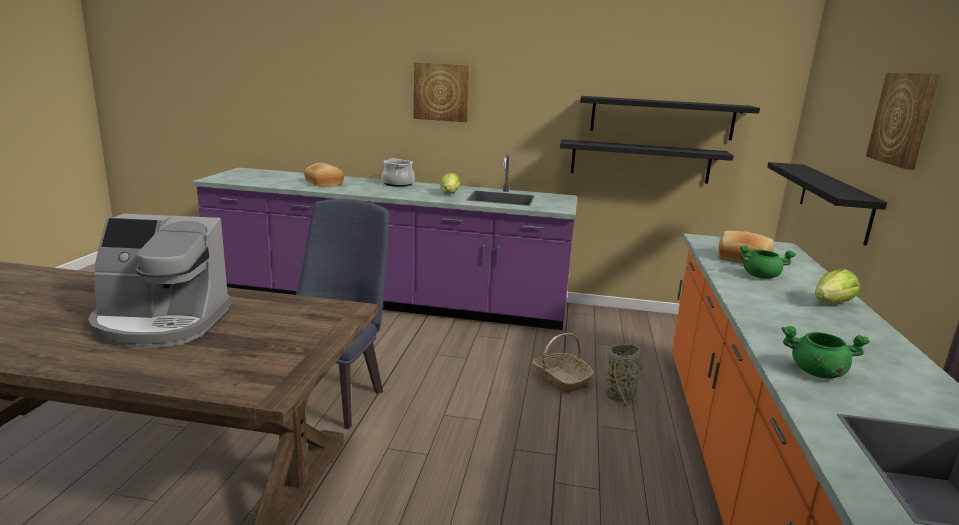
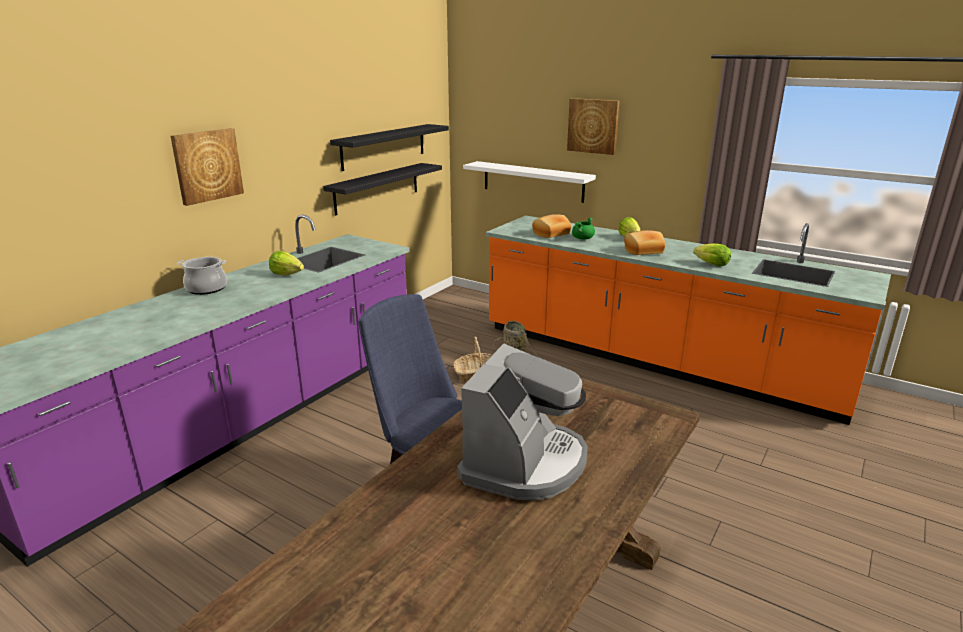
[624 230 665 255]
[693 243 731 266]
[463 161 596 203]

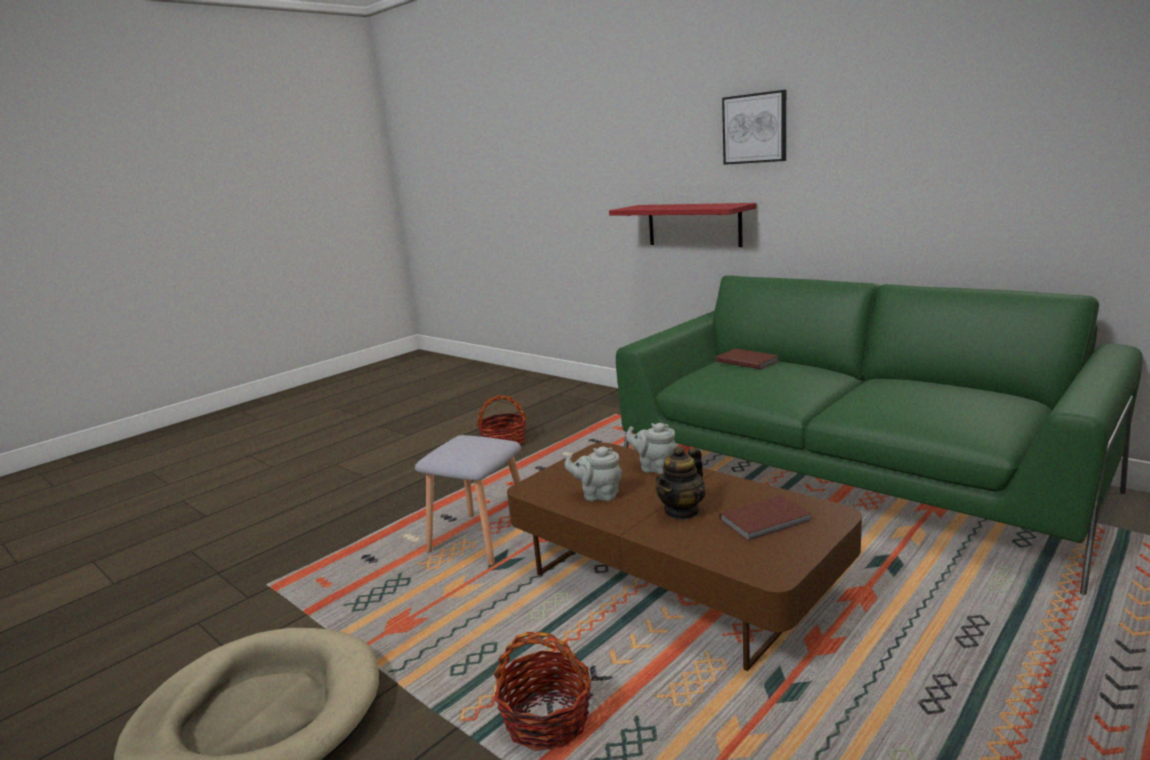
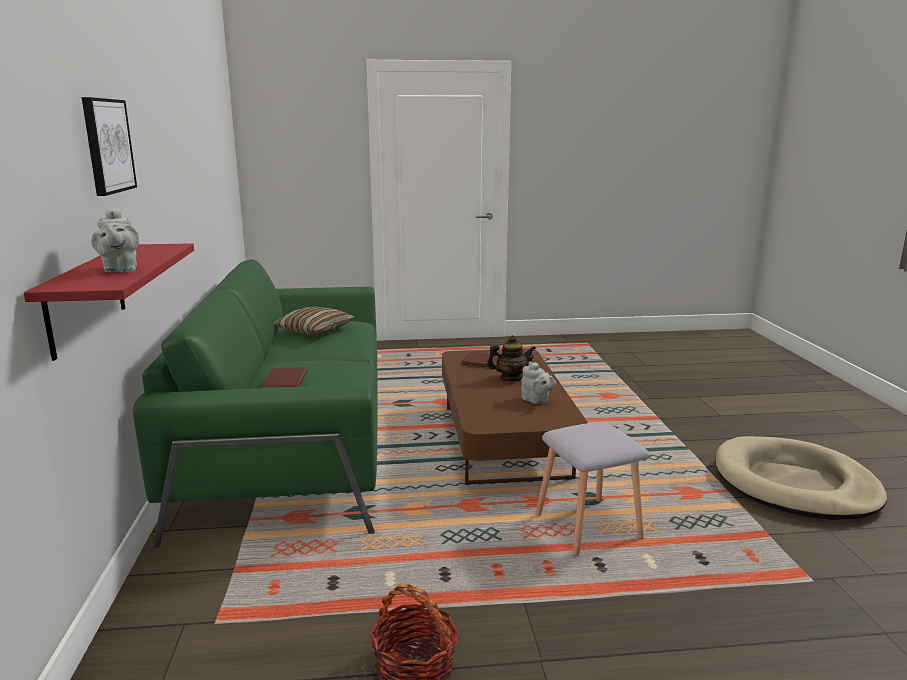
[494 632 591 751] (first image)
[274 307 356 335]
[91 208 139 272]

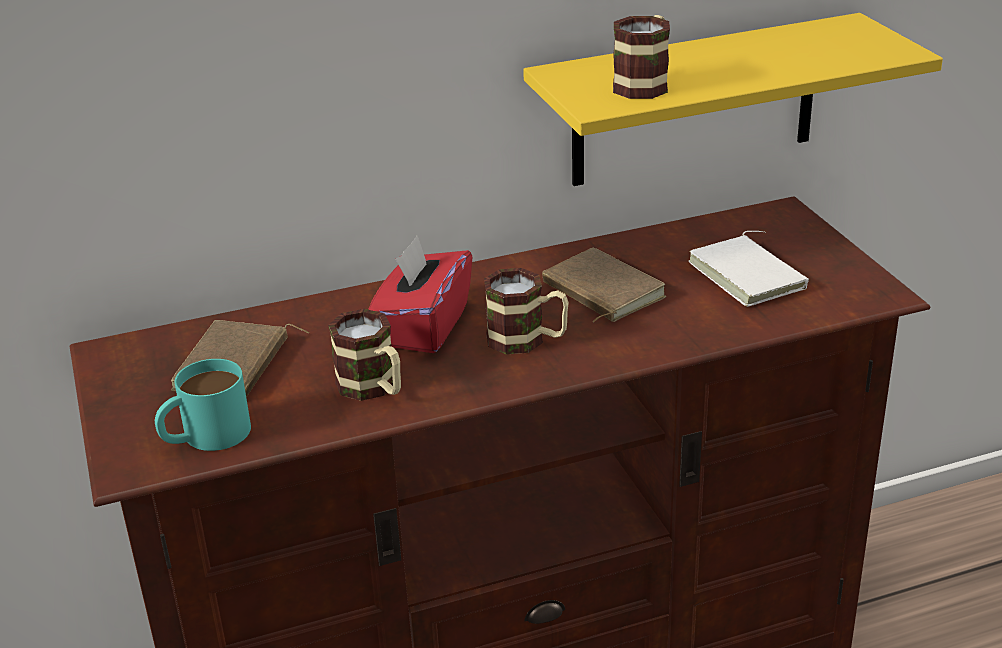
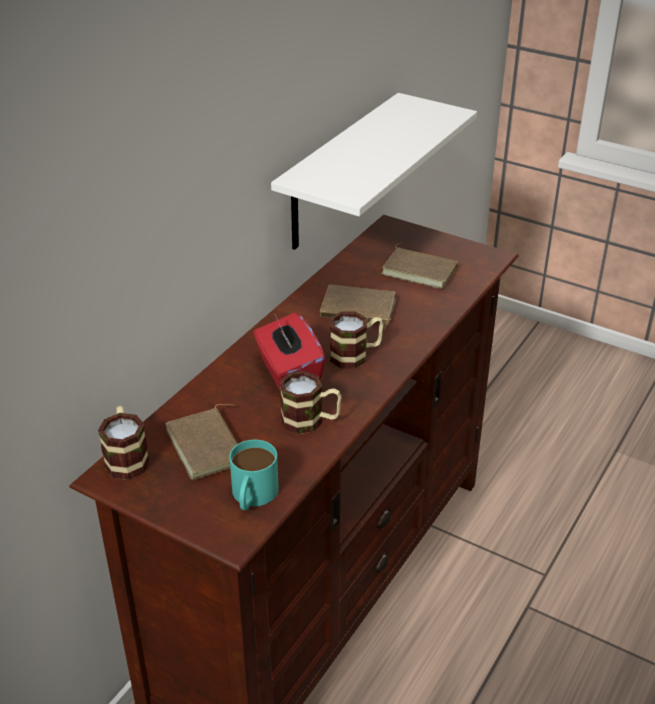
[98 406 150 480]
[271 93 477 250]
[381 242 458 289]

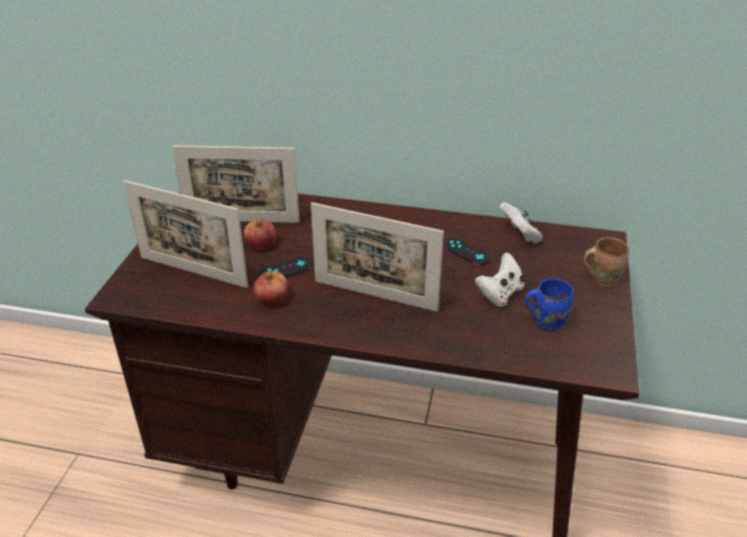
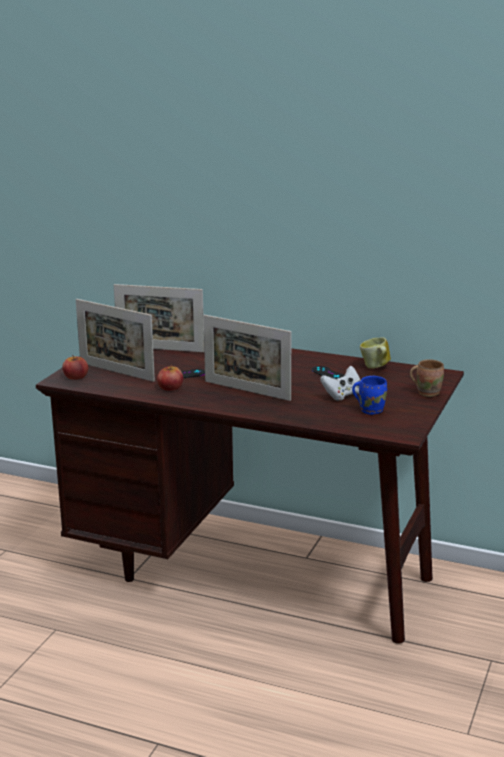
[62 355 88 380]
[360 337 391 369]

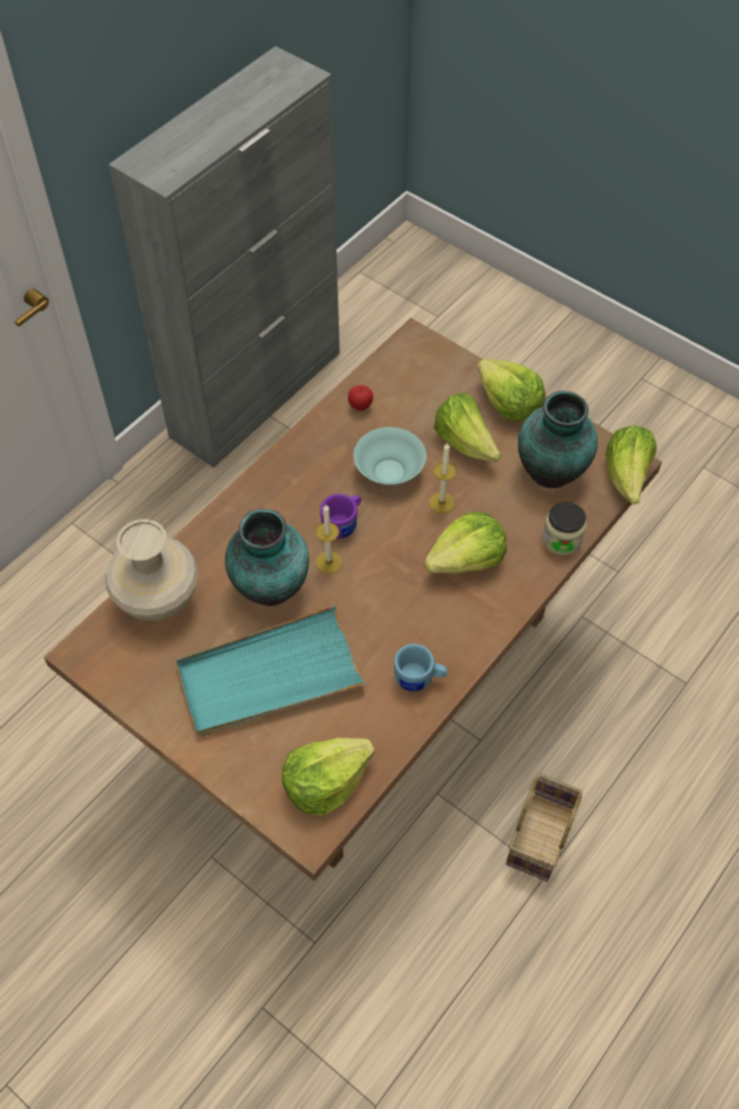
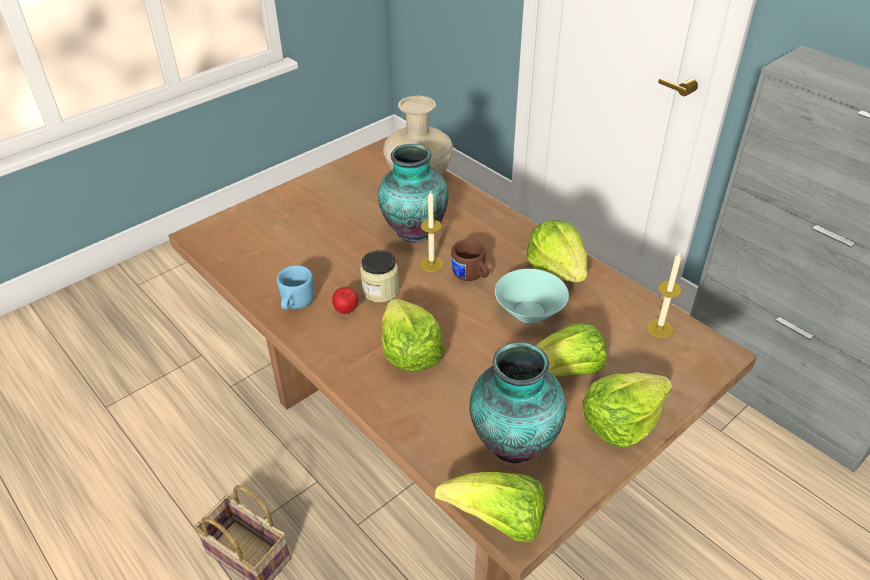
[176 605 366 737] (first image)
[526 220 587 283]
[332 287 359 314]
[647 252 682 338]
[360 250 399 303]
[451 239 489 281]

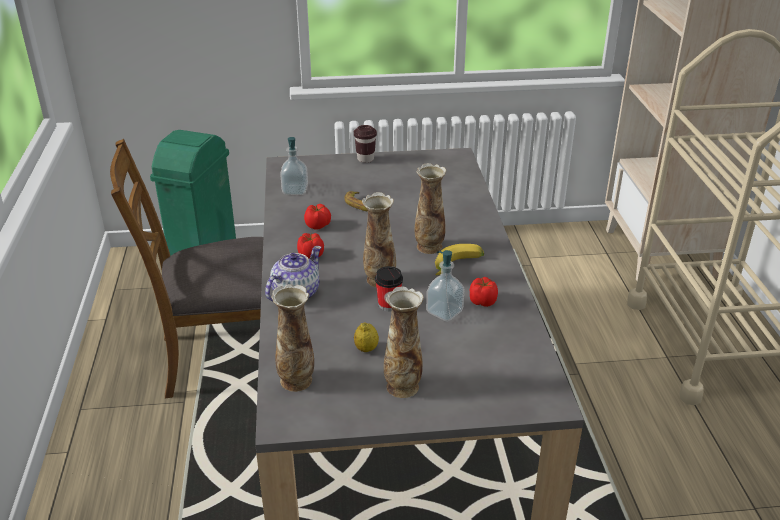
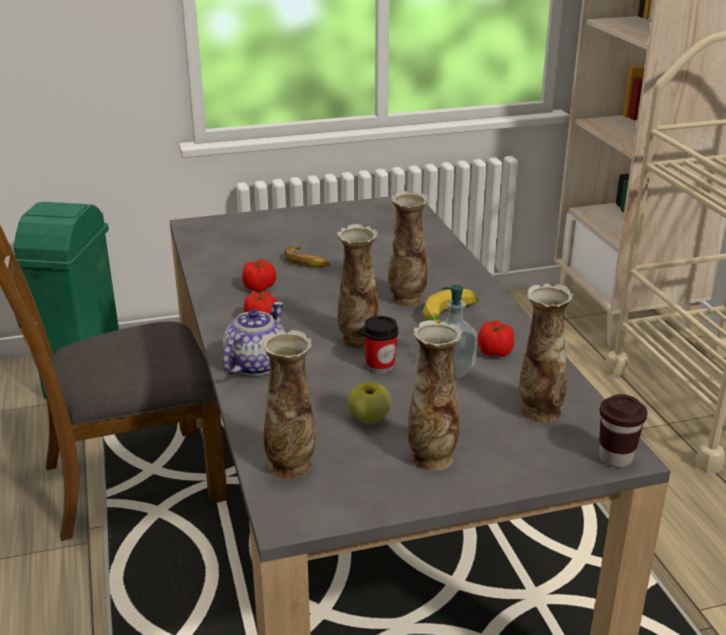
[280 137 308 195] (first image)
[519 283 574 423]
[599 394 647 468]
[348 382 391 424]

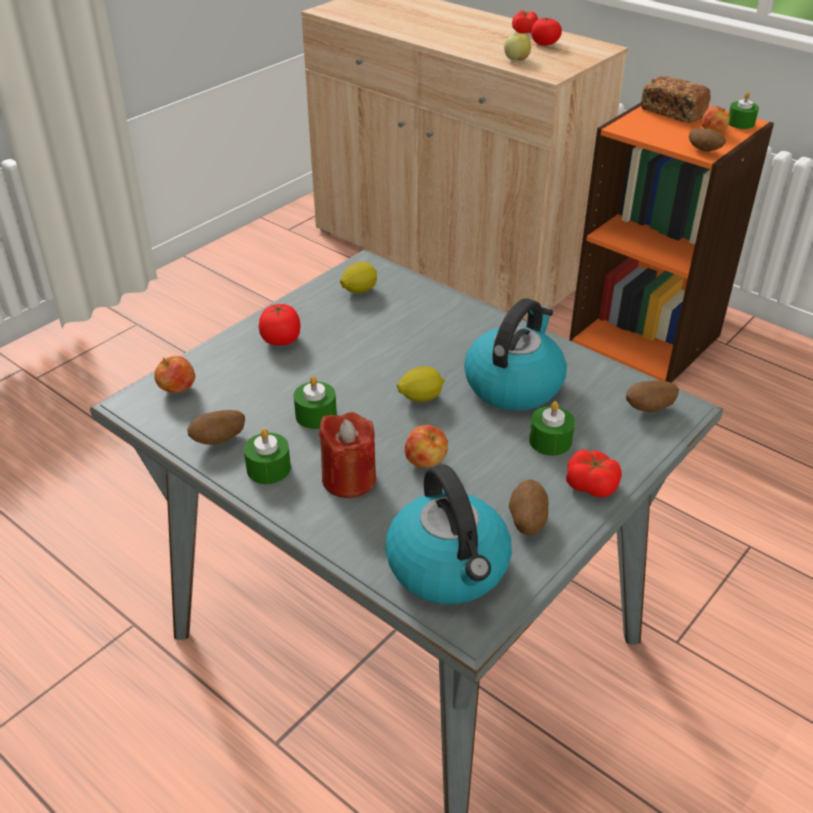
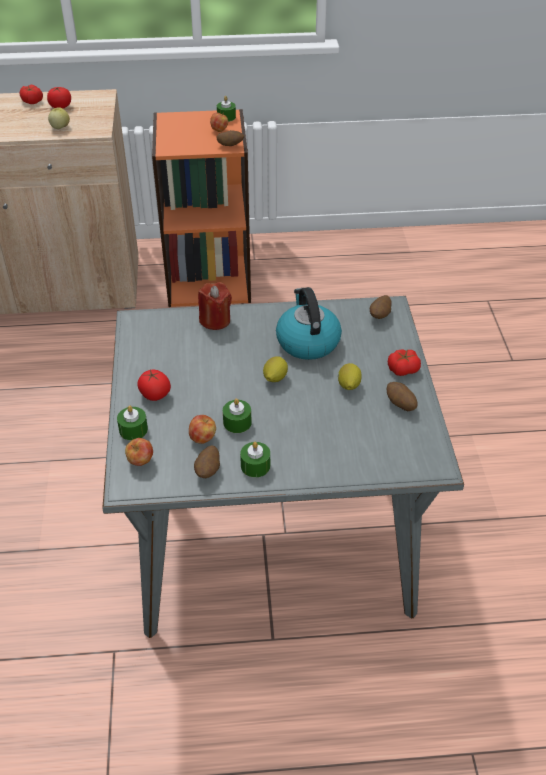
[385 464 512 604] (first image)
[641 76 711 123] (first image)
[198 282 232 330]
[338 363 361 390]
[189 415 216 444]
[117 406 148 440]

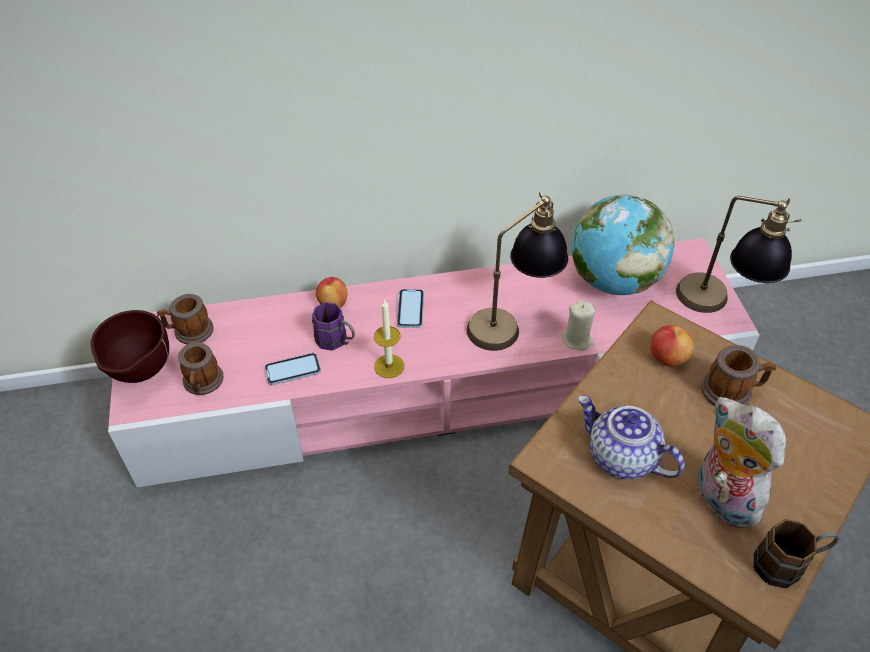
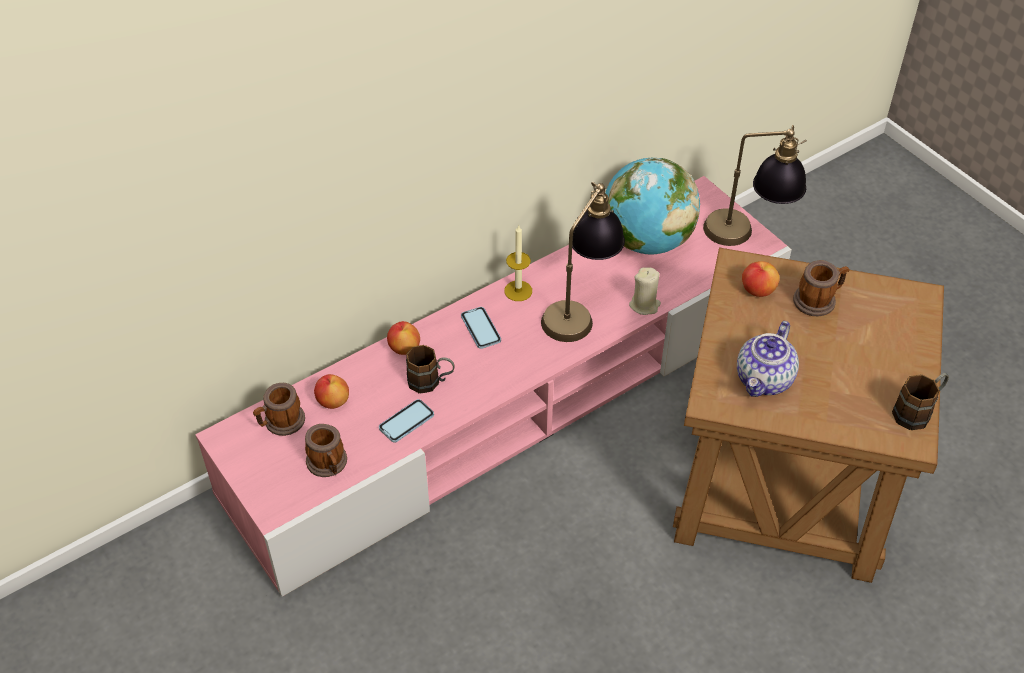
[91 310 169 383] (first image)
[698 397 786 528] (first image)
[314 374 349 409]
[504 225 532 301]
[406 345 454 394]
[737 321 799 397]

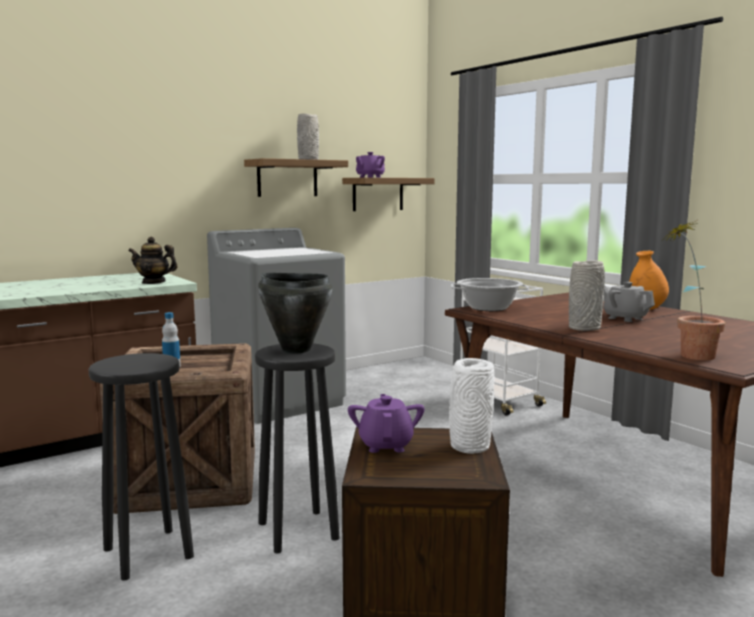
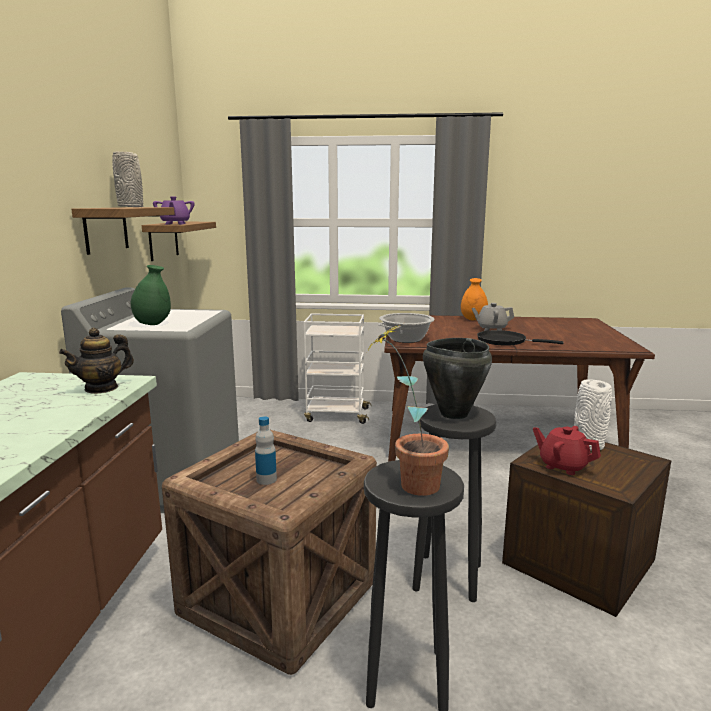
[131 265 171 325]
[367 324 449 496]
[477 330 563 346]
[533 426 601 475]

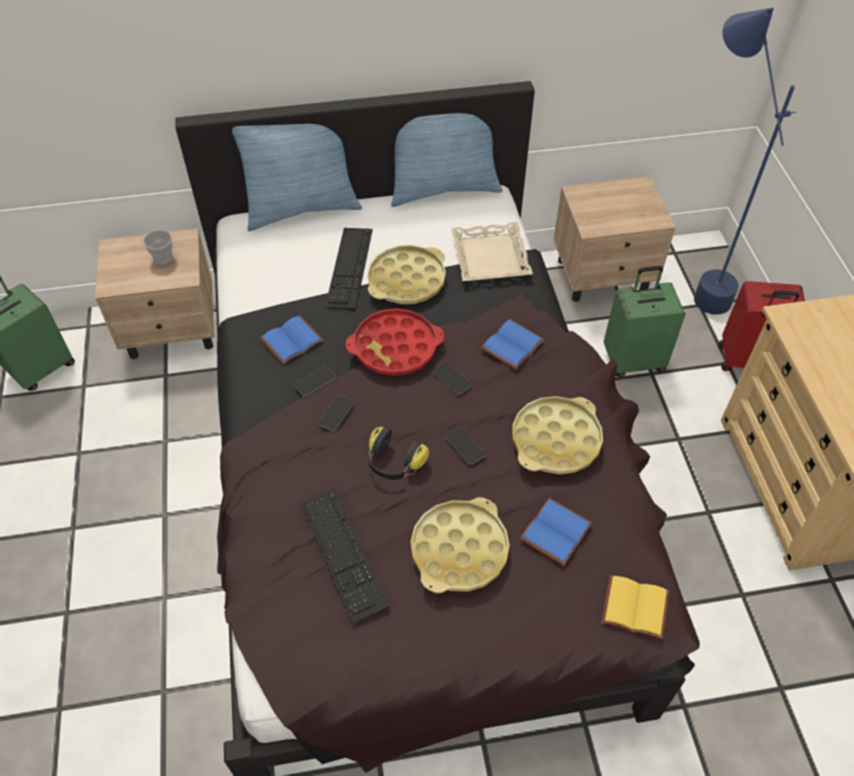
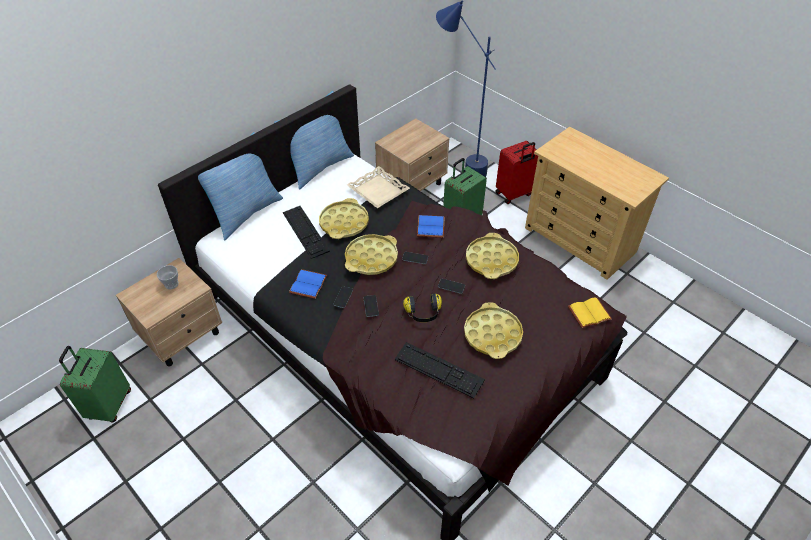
[520 498 592 566] (first image)
[345 234 398 275]

